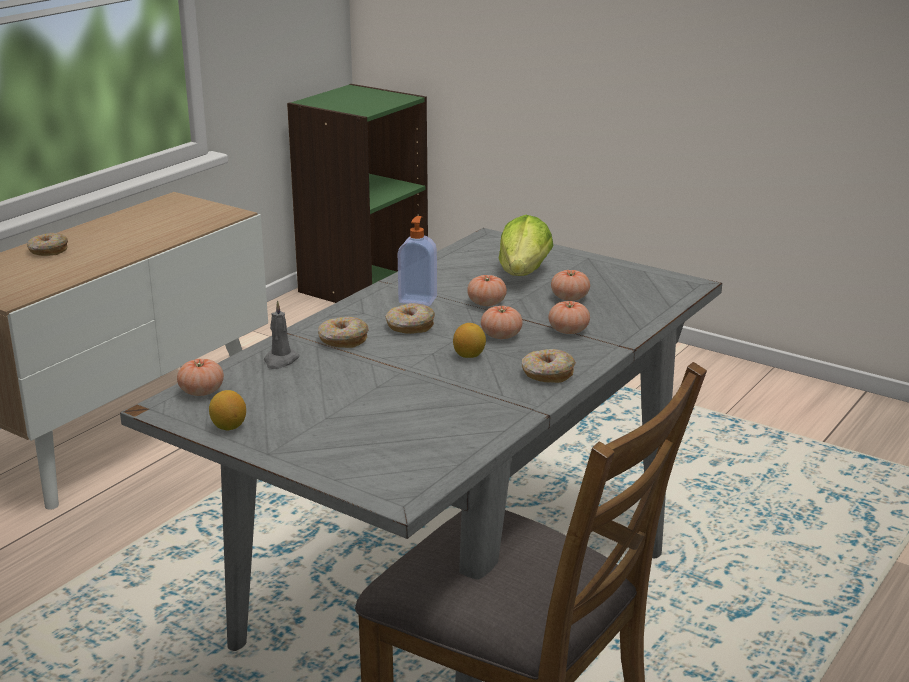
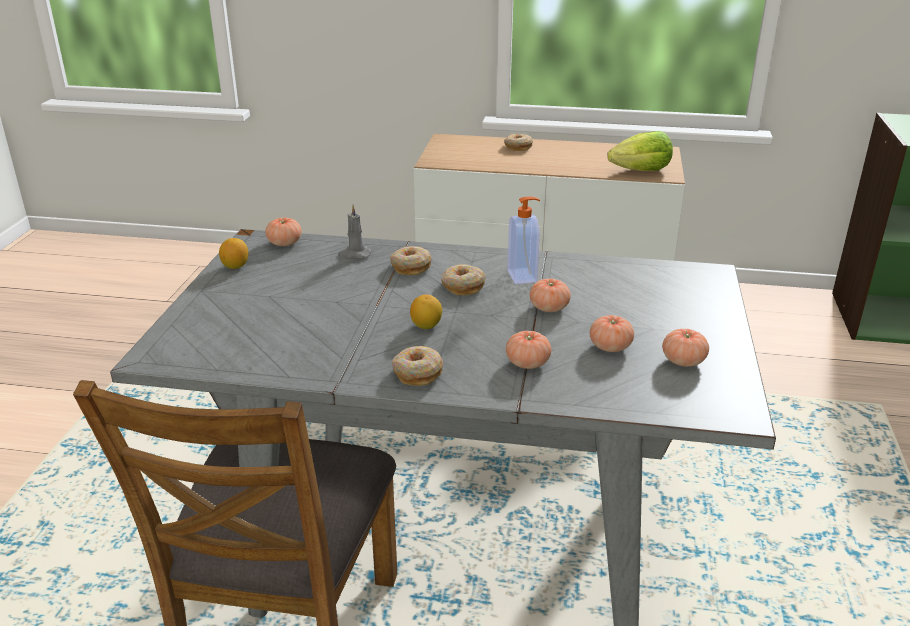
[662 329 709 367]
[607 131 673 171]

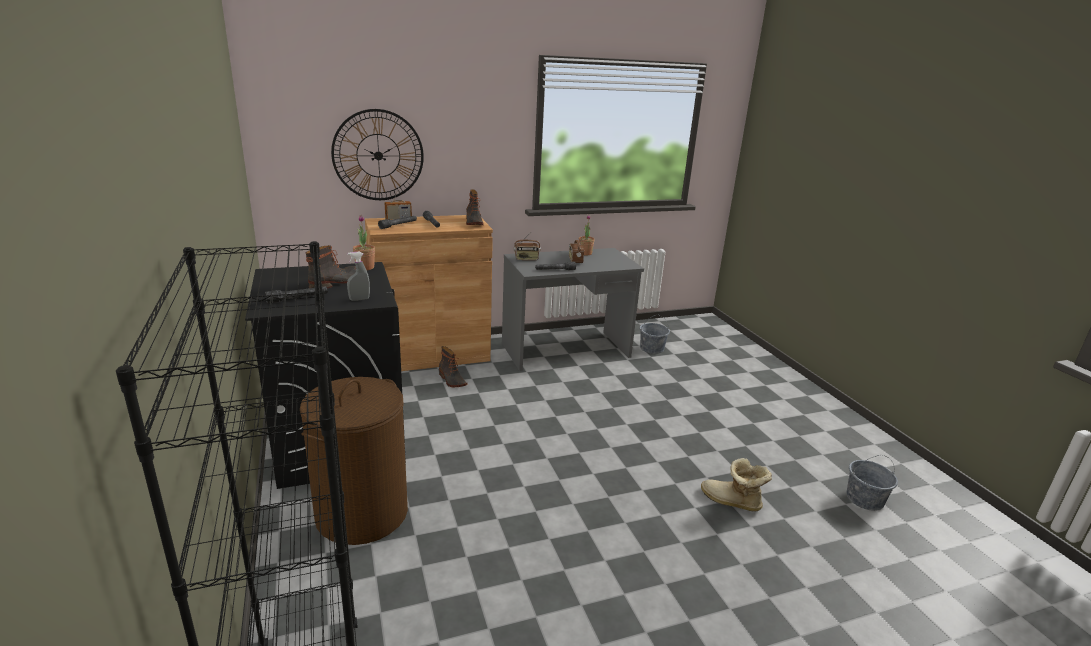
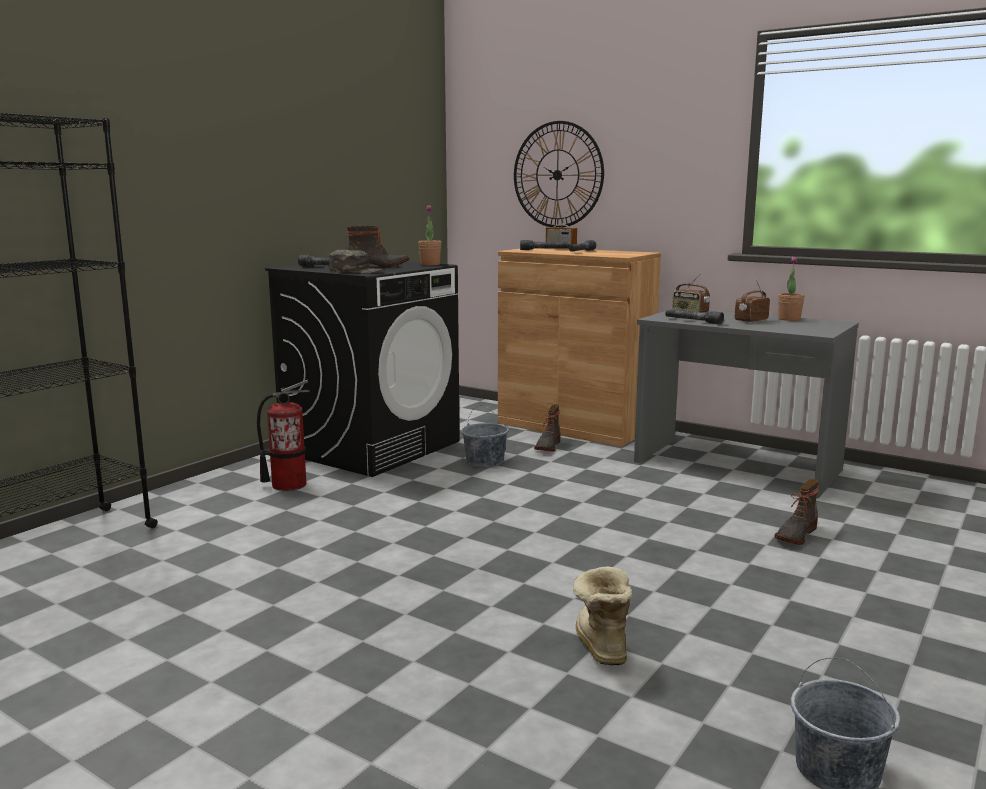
[775 479 819 545]
[461 405 509 467]
[257 379 310 491]
[329 250 385 274]

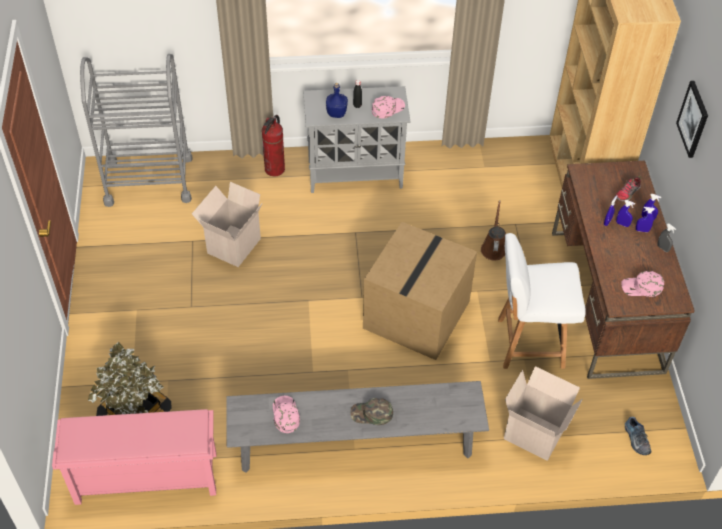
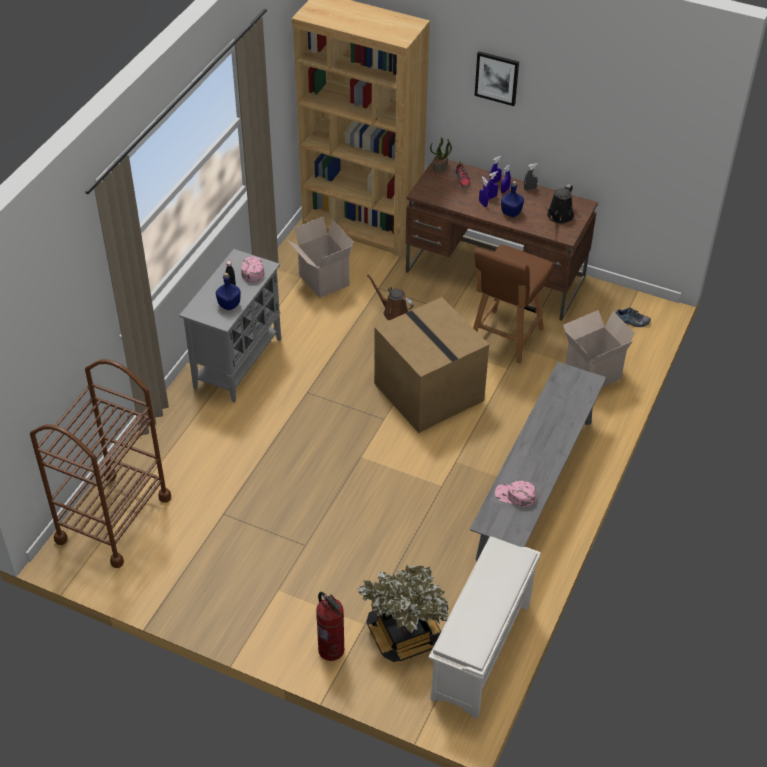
[350 398 393 425] (first image)
[430 137 452 173]
[501 181 524 217]
[287 216 354 298]
[316 592 344 661]
[547 184 574 224]
[429 536 541 719]
[30 359 171 568]
[473 245 553 364]

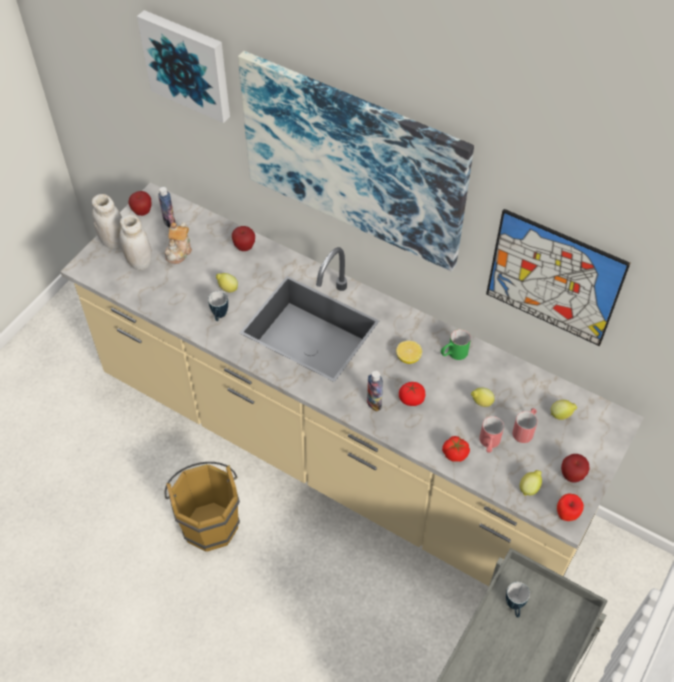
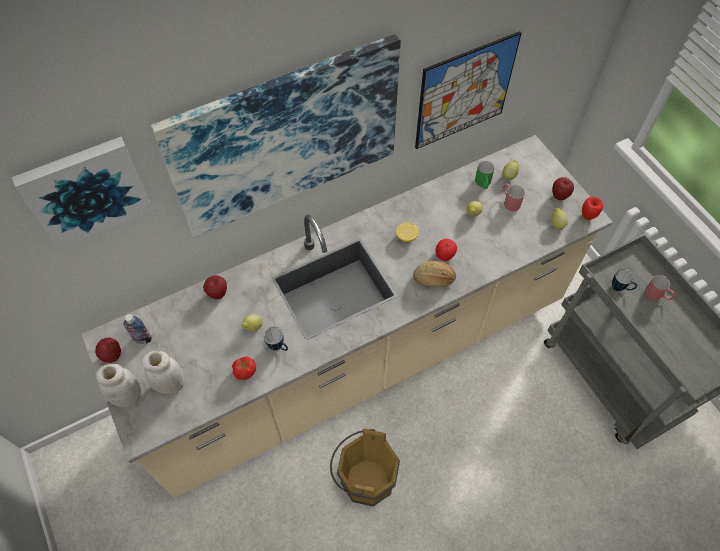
[165 222 192 264] (first image)
[475 161 495 189]
[232 357 256 380]
[645 275 675 300]
[413 261 456 287]

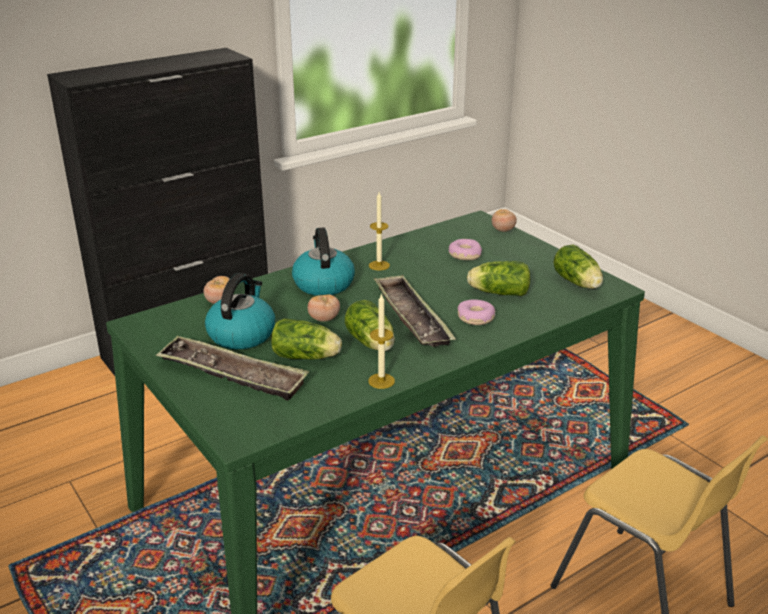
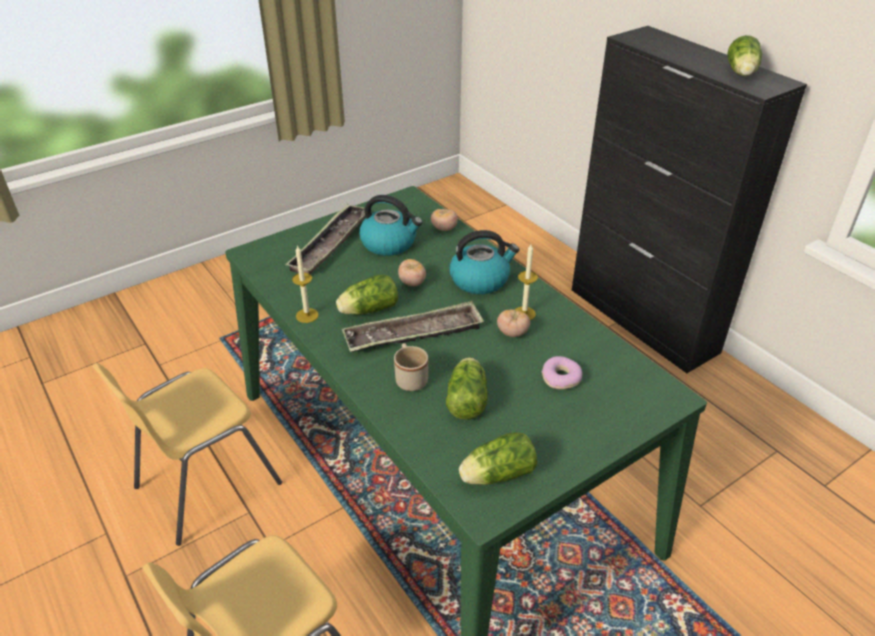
[727 35 762 76]
[497 309 530 337]
[394 343 428 391]

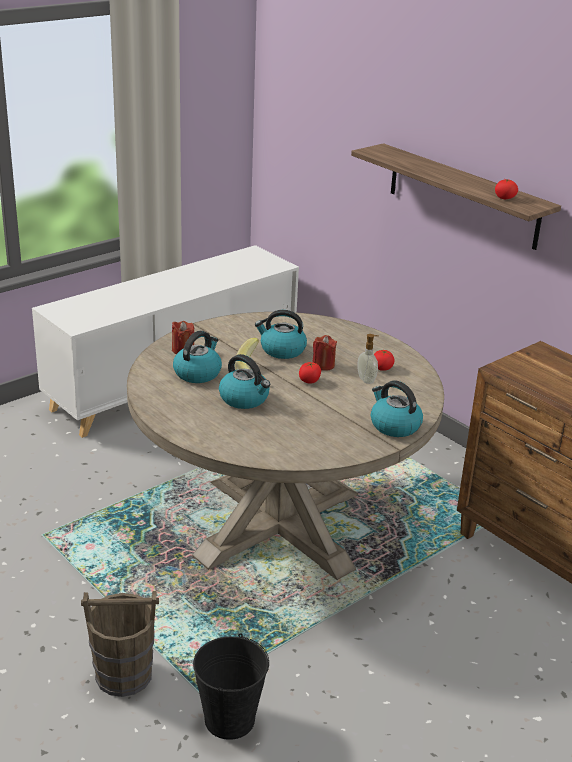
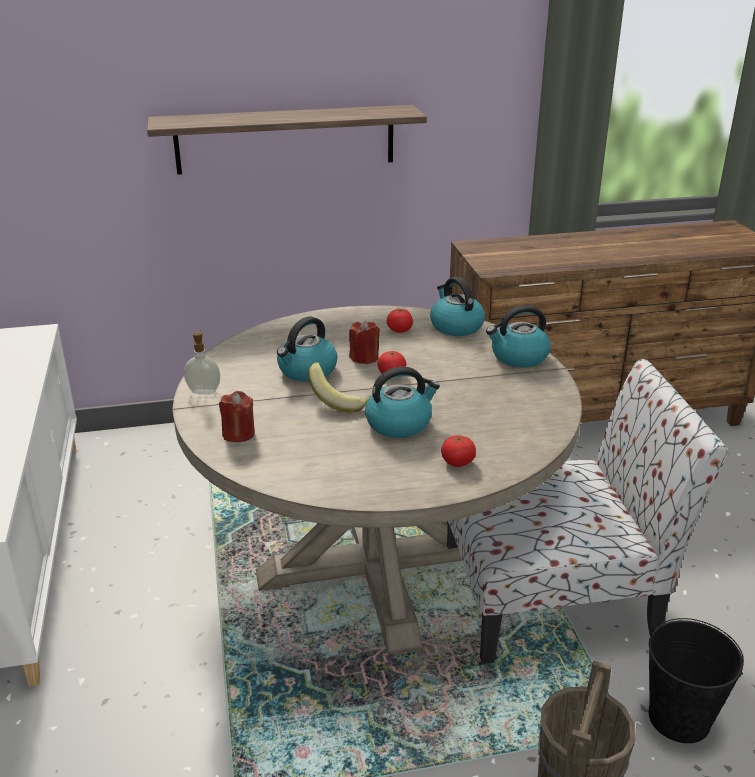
[447 359 728 664]
[430 277 485 336]
[184 330 220 394]
[441 435 476 467]

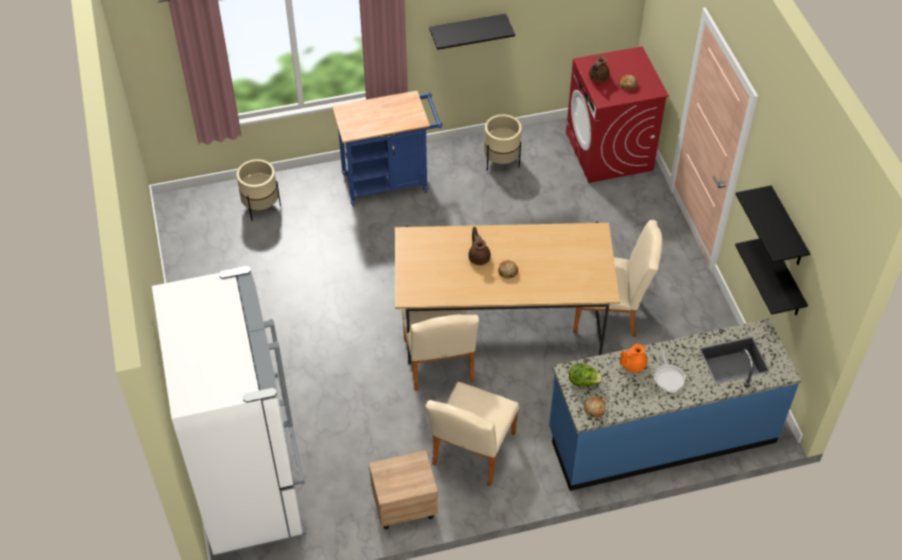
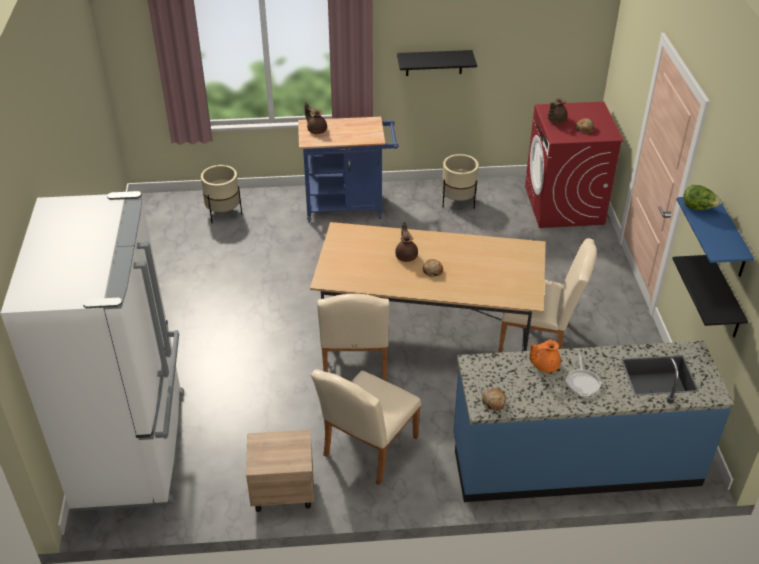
[305 102 327 134]
[683 185 722 210]
[676 195 754 277]

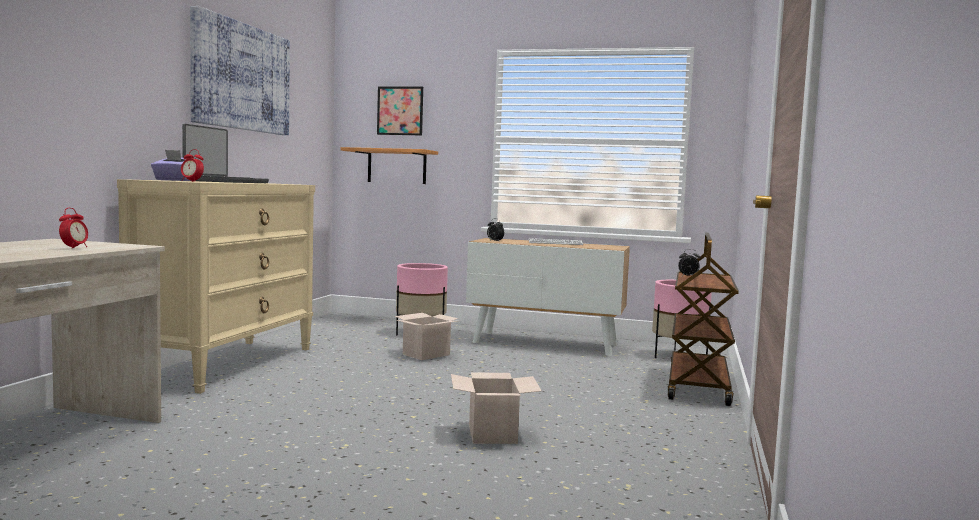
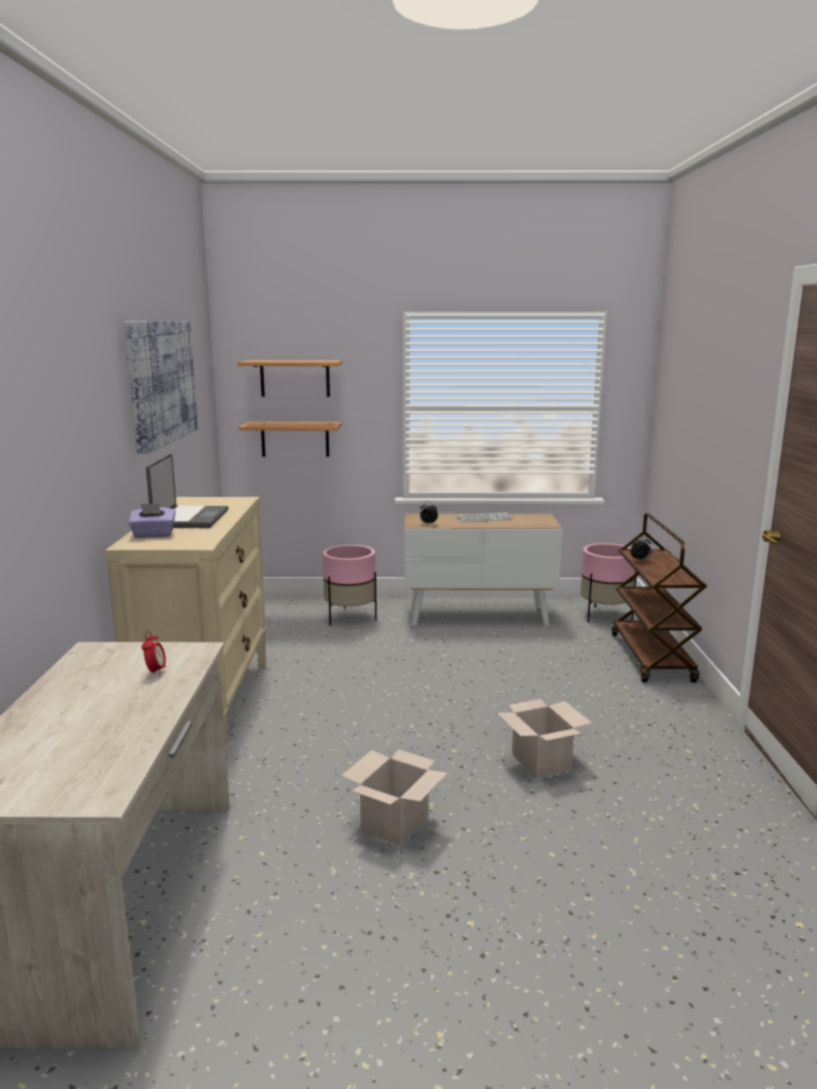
[181 149 204 182] (first image)
[341 750 448 846]
[237 360 343 397]

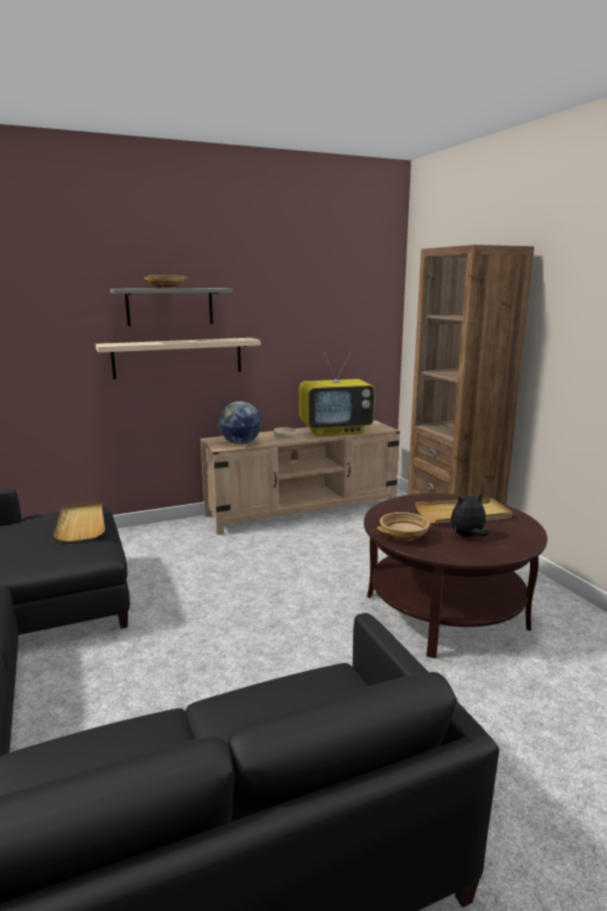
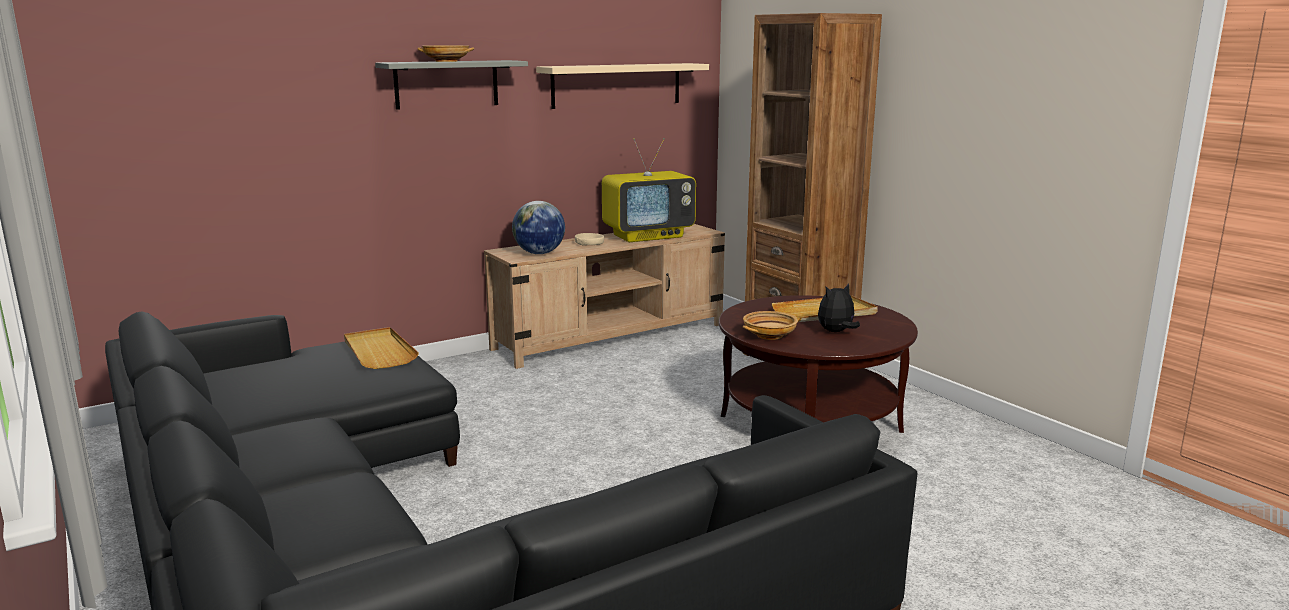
[536 63 709 109]

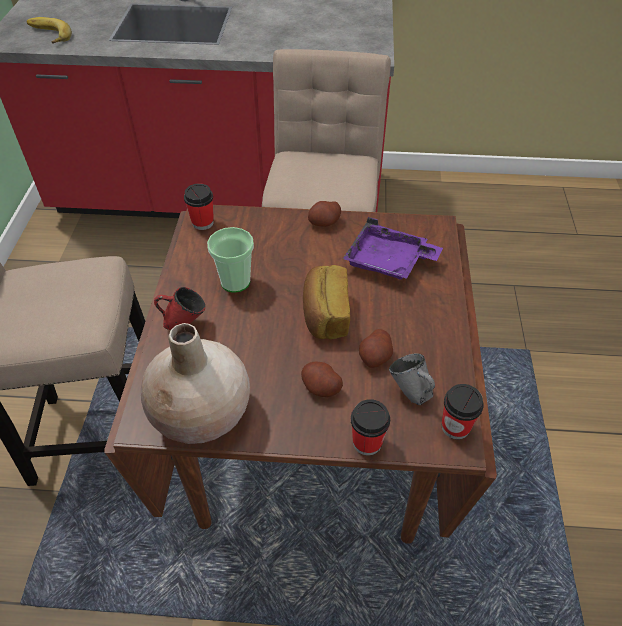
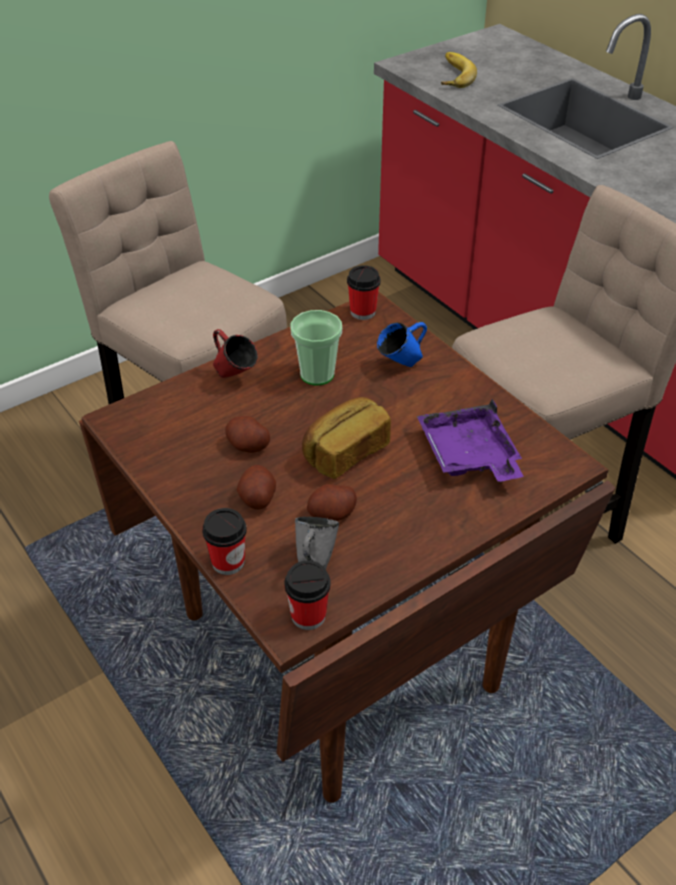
[141 323 250 444] (first image)
[377 322 427 367]
[225 416 270 453]

